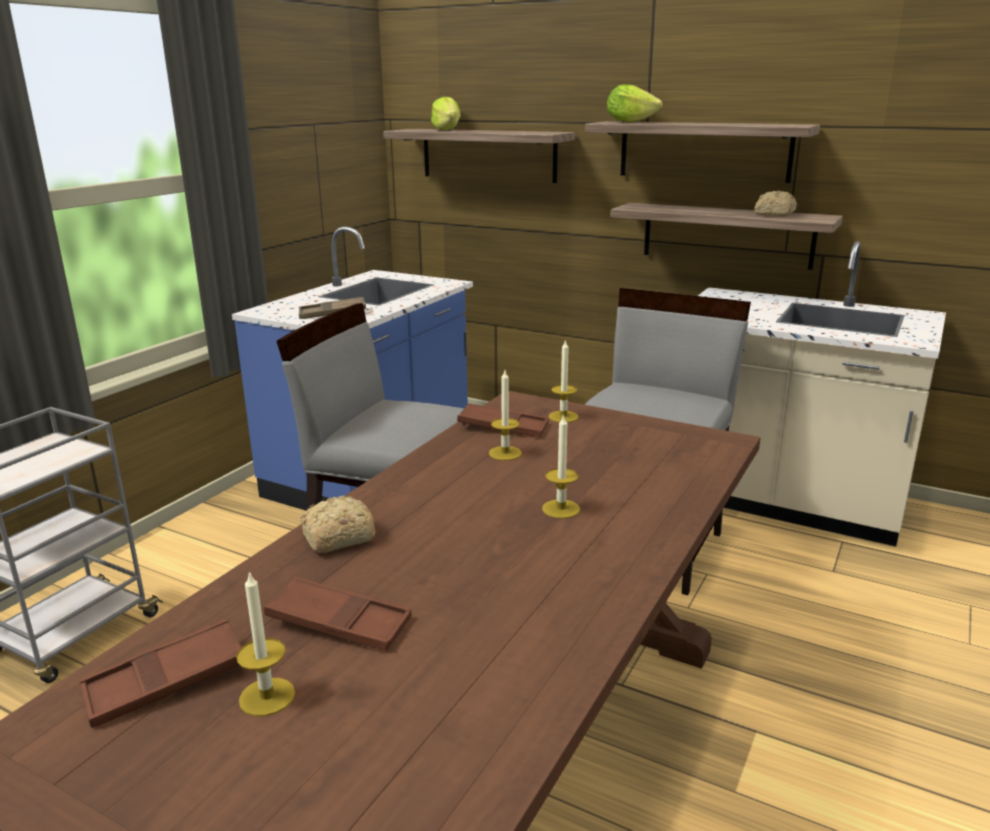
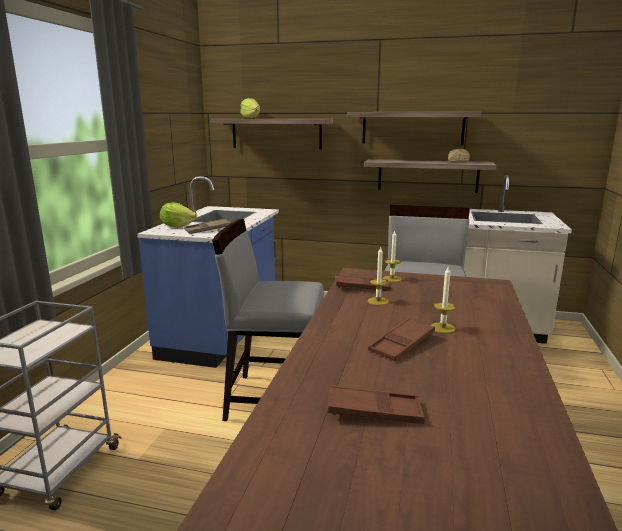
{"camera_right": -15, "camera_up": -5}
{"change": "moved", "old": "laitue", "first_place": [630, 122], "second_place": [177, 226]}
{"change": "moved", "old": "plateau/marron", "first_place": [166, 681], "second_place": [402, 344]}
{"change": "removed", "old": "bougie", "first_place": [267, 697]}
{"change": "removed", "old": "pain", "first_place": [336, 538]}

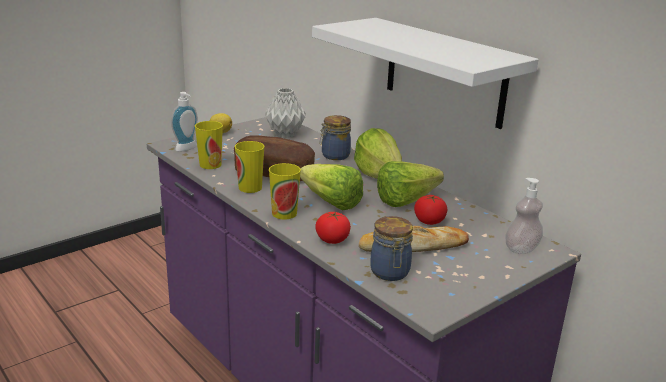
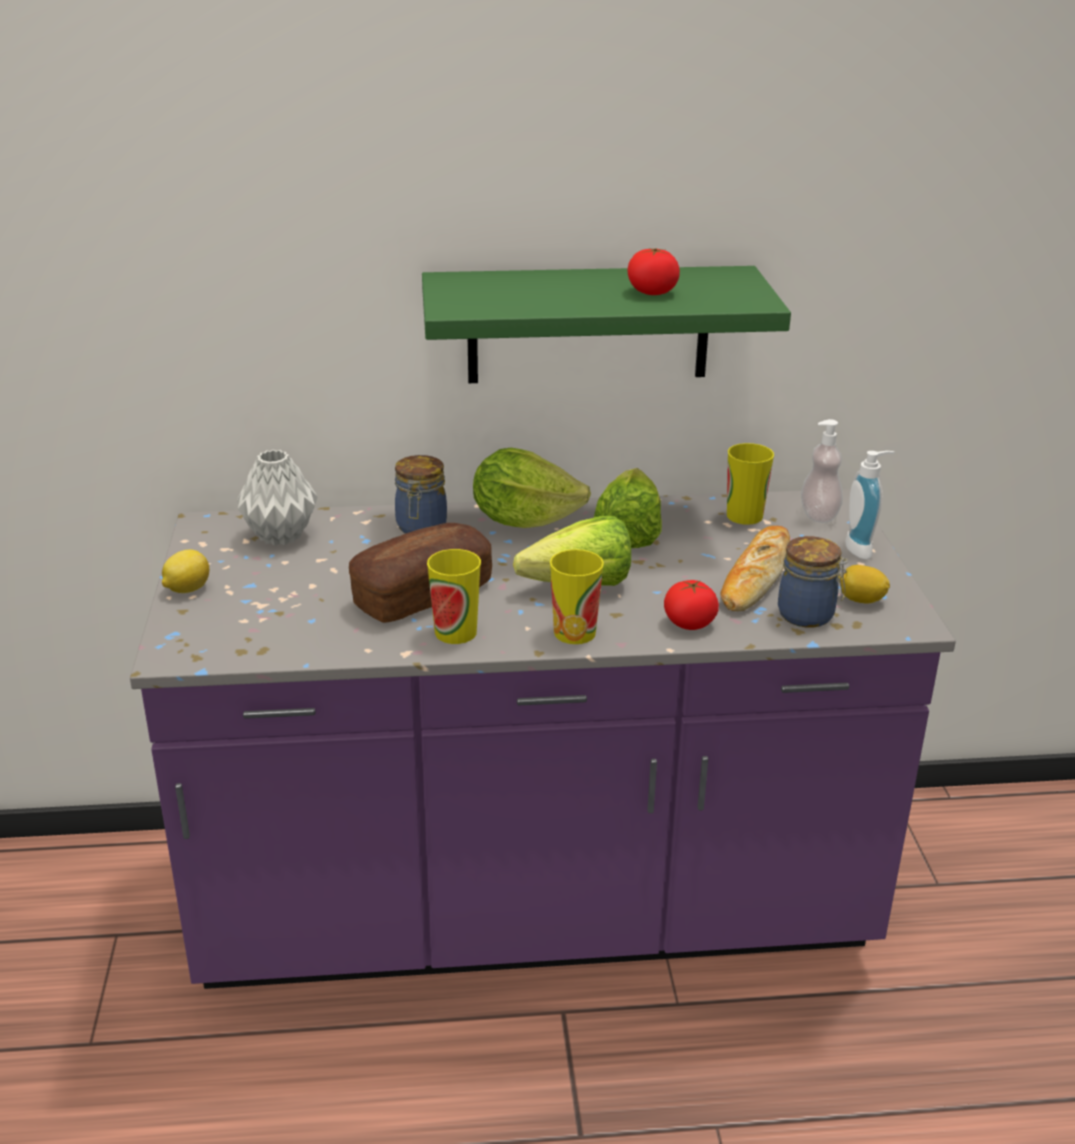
{"camera_right": -55, "camera_up": 5}
{"change": "recoloured", "old": "étagère/blanc", "new": "étagère/vert", "first_place": [444, 72], "second_place": [588, 324]}
{"change": "moved", "old": "tomate", "first_place": [429, 221], "second_place": [652, 292]}
{"change": "moved", "old": "tasse", "first_place": [210, 165], "second_place": [744, 516]}
{"change": "added", "new": "citron", "second_place": [860, 600]}
{"change": "moved", "old": "distributeur de savon", "first_place": [187, 149], "second_place": [863, 549]}

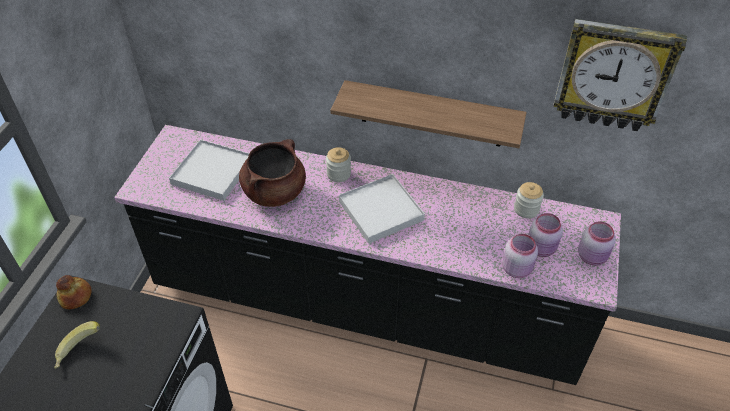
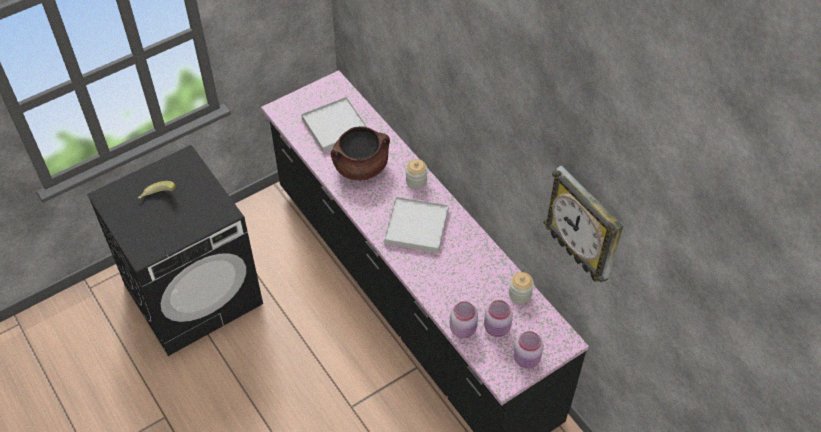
{"camera_right": 40, "camera_up": 5}
{"change": "removed", "old": "pain", "first_place": [76, 296]}
{"change": "removed", "old": "étagère", "first_place": [431, 114]}

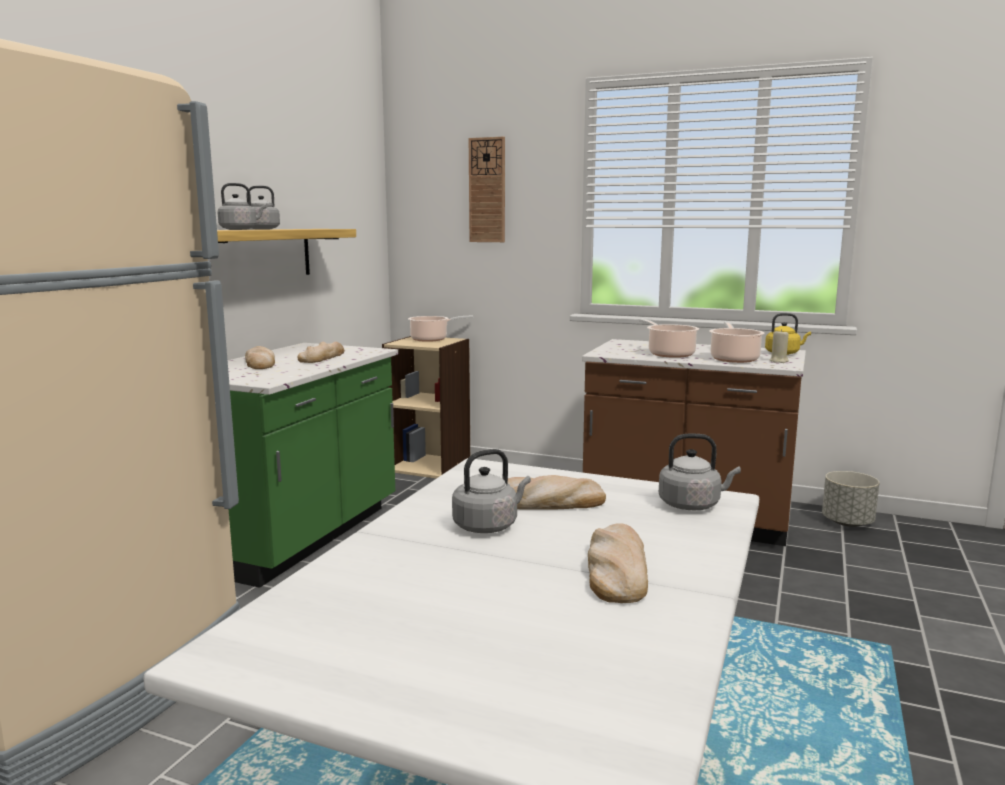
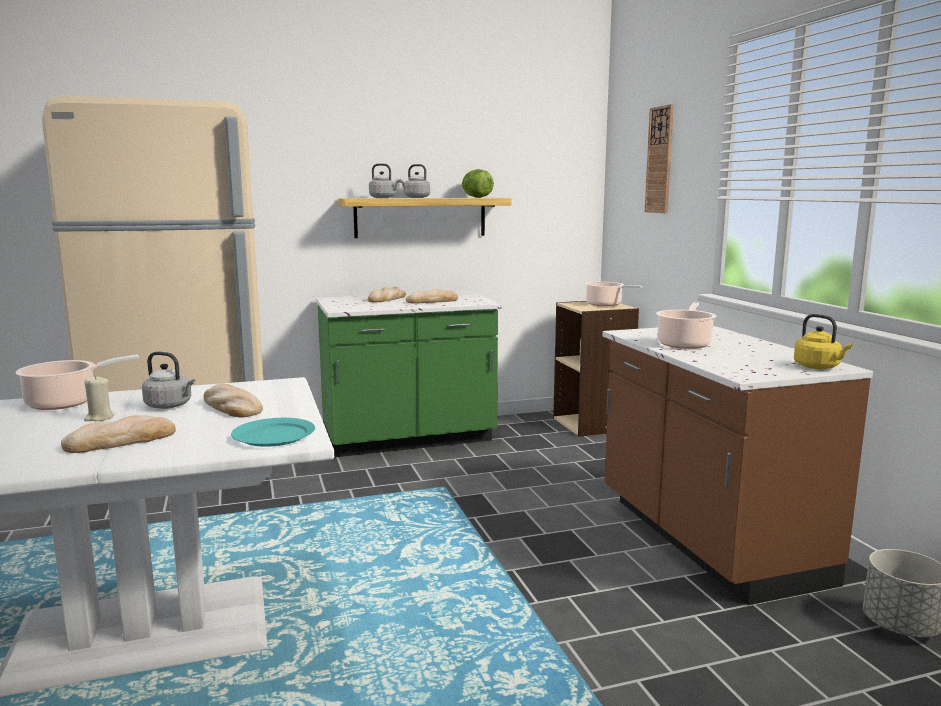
{"camera_right": 50, "camera_up": 0}
{"change": "moved", "old": "marmite", "first_place": [734, 359], "second_place": [66, 402]}
{"change": "moved", "old": "bougie/beige", "first_place": [779, 361], "second_place": [99, 418]}
{"change": "replaced", "old": "bouilloire/gris", "new": "assiette/turquoise", "first_place": [692, 505], "second_place": [274, 435]}
{"change": "added", "new": "laitue", "second_place": [476, 197]}

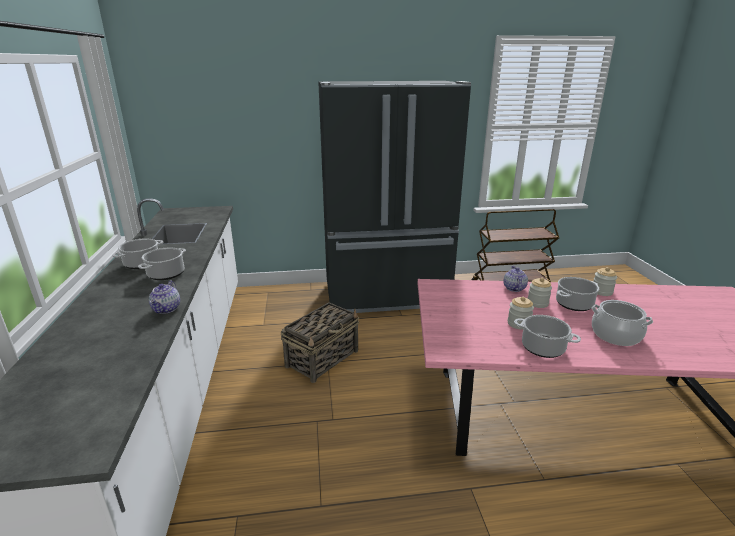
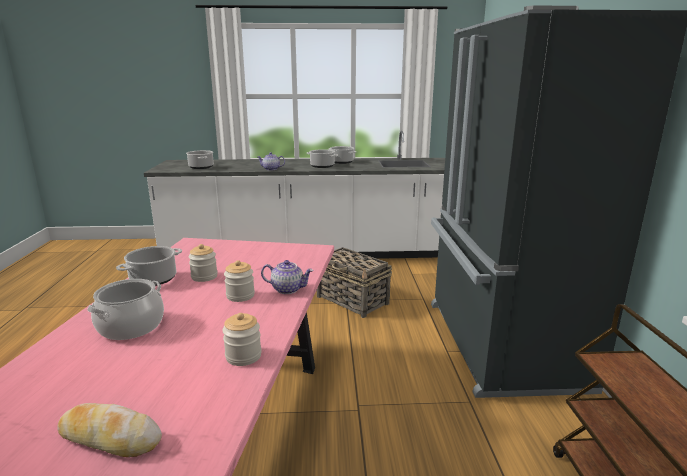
{"camera_right": 95, "camera_up": -5}
{"change": "added", "new": "pain", "second_place": [110, 438]}
{"change": "moved", "old": "marmite", "first_place": [574, 304], "second_place": [201, 167]}

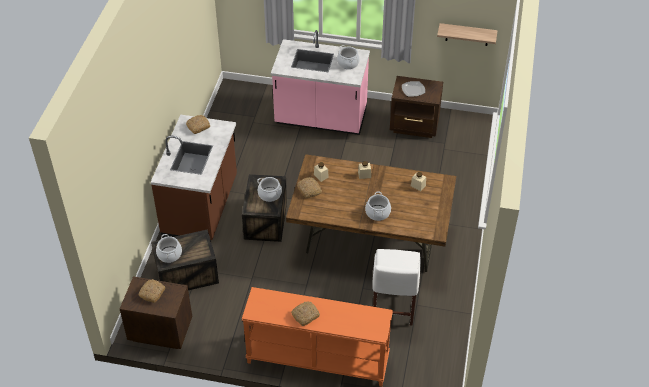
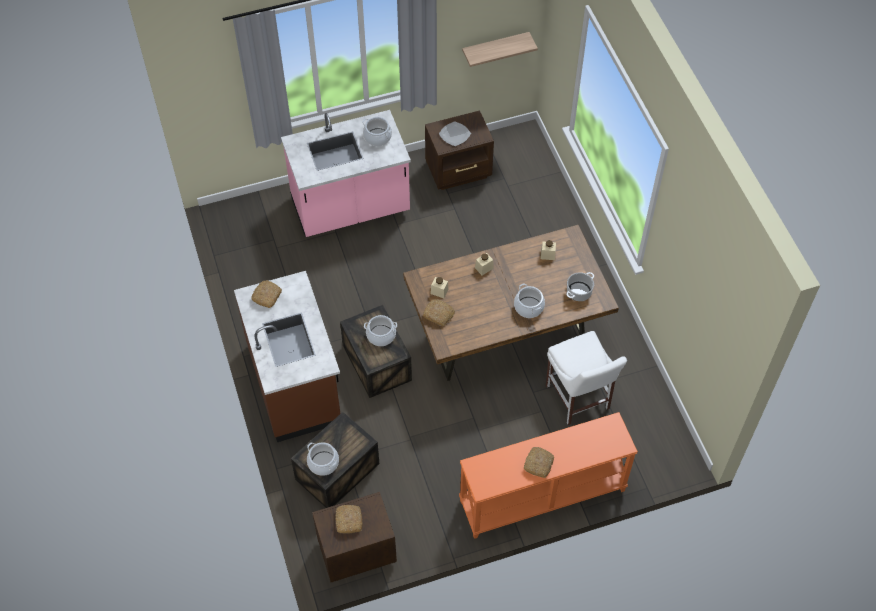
{"camera_right": -30, "camera_up": 10}
{"change": "added", "new": "marmite", "second_place": [579, 291]}

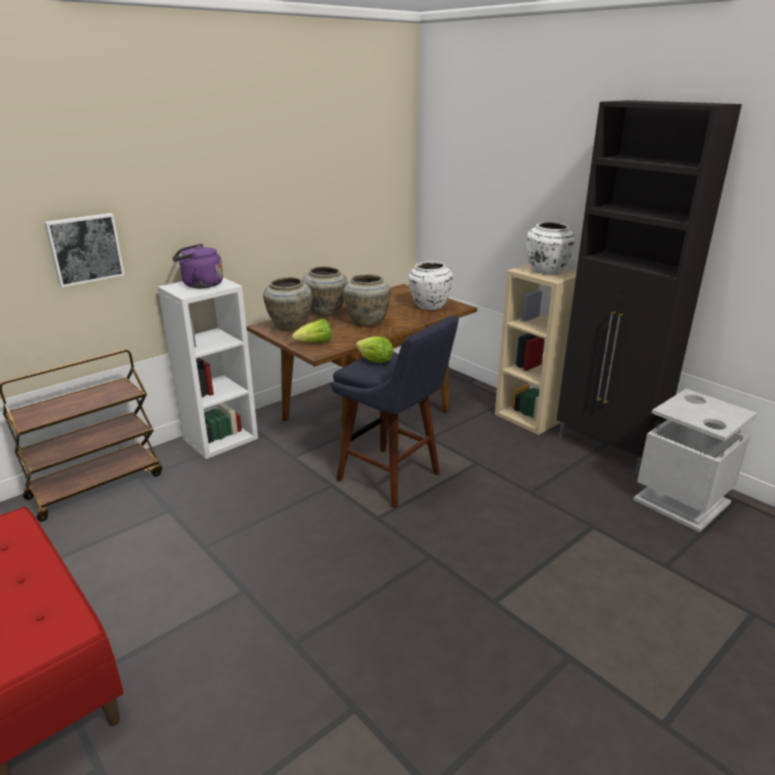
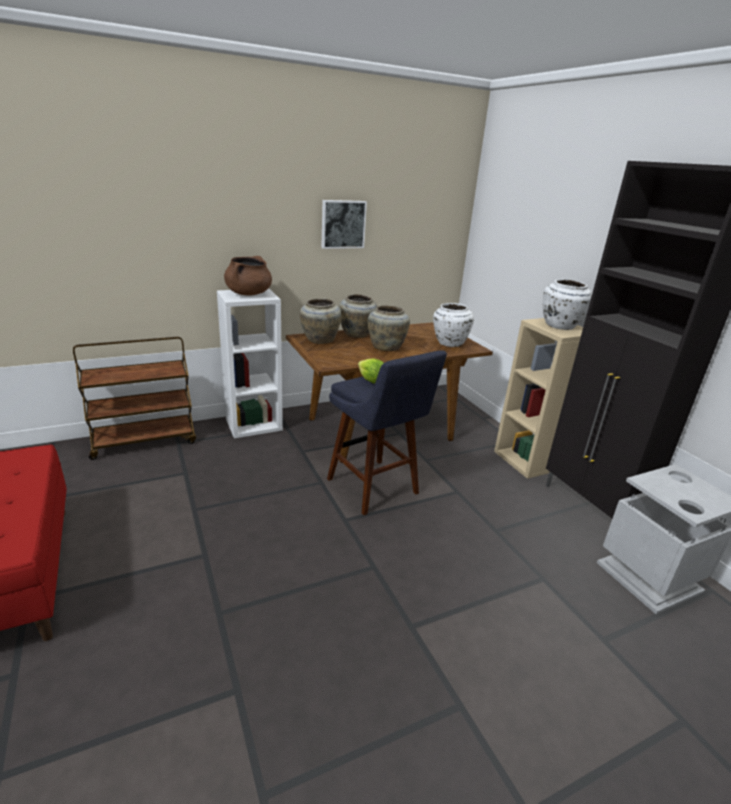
{"camera_right": 15, "camera_up": 0}
{"change": "replaced", "old": "bouilloire/violet", "new": "marmite/marron", "first_place": [200, 285], "second_place": [249, 294]}
{"change": "moved", "old": "tableau", "first_place": [85, 249], "second_place": [342, 224]}
{"change": "removed", "old": "laitue", "first_place": [314, 344]}

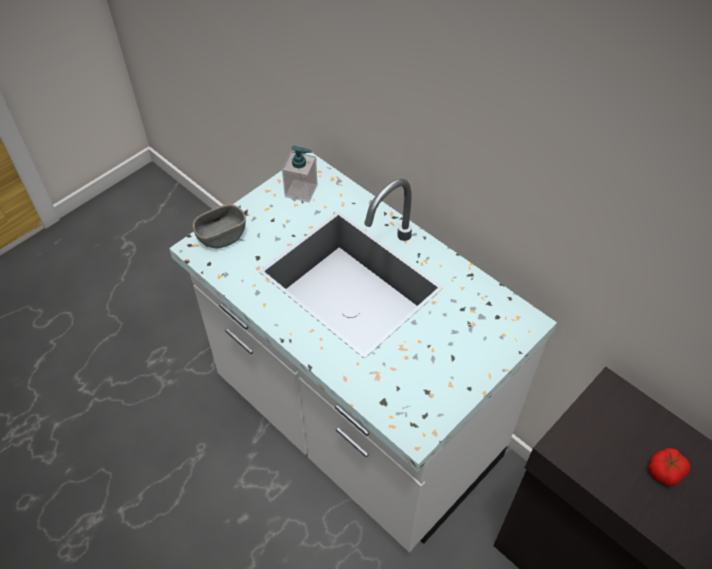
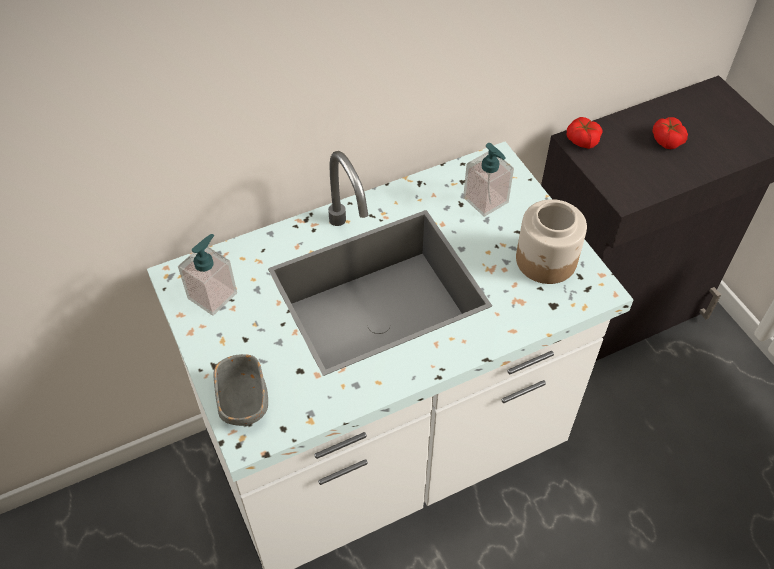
{"camera_right": -70, "camera_up": 0}
{"change": "added", "new": "distributeur de savon", "second_place": [486, 200]}
{"change": "added", "new": "bocal", "second_place": [546, 261]}
{"change": "added", "new": "tomate", "second_place": [582, 140]}

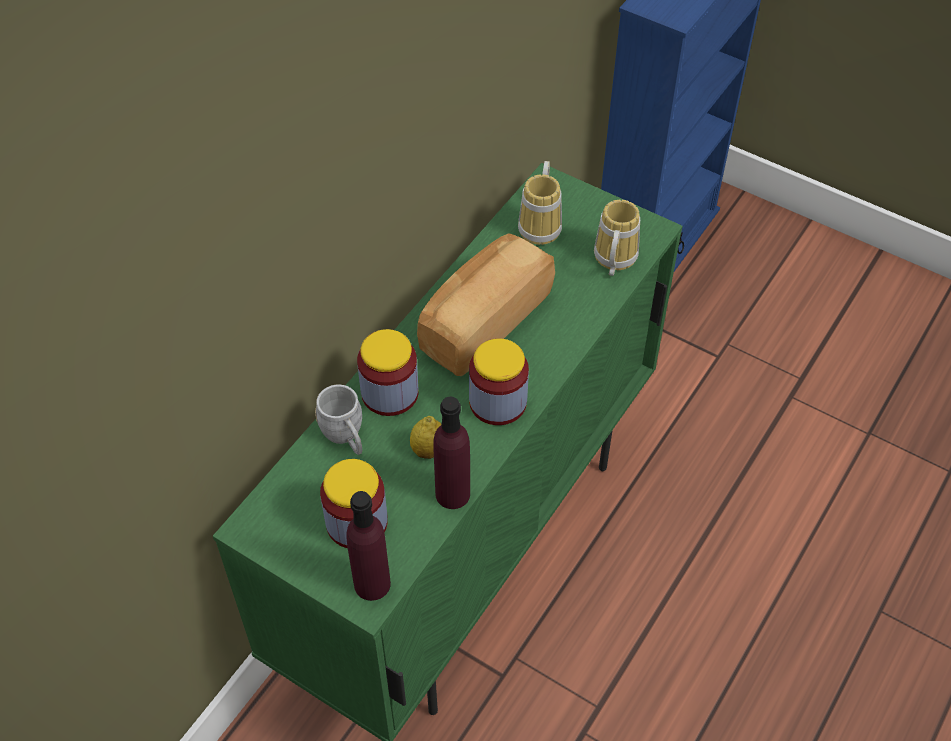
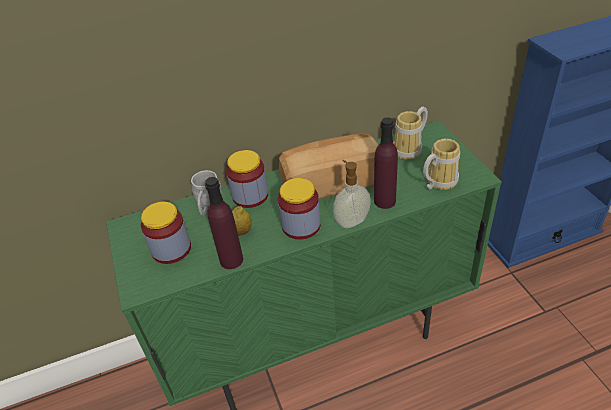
{"camera_right": 40, "camera_up": -10}
{"change": "added", "new": "distributeur de savon", "second_place": [351, 221]}
{"change": "moved", "old": "bouteille/violet", "first_place": [372, 584], "second_place": [384, 201]}

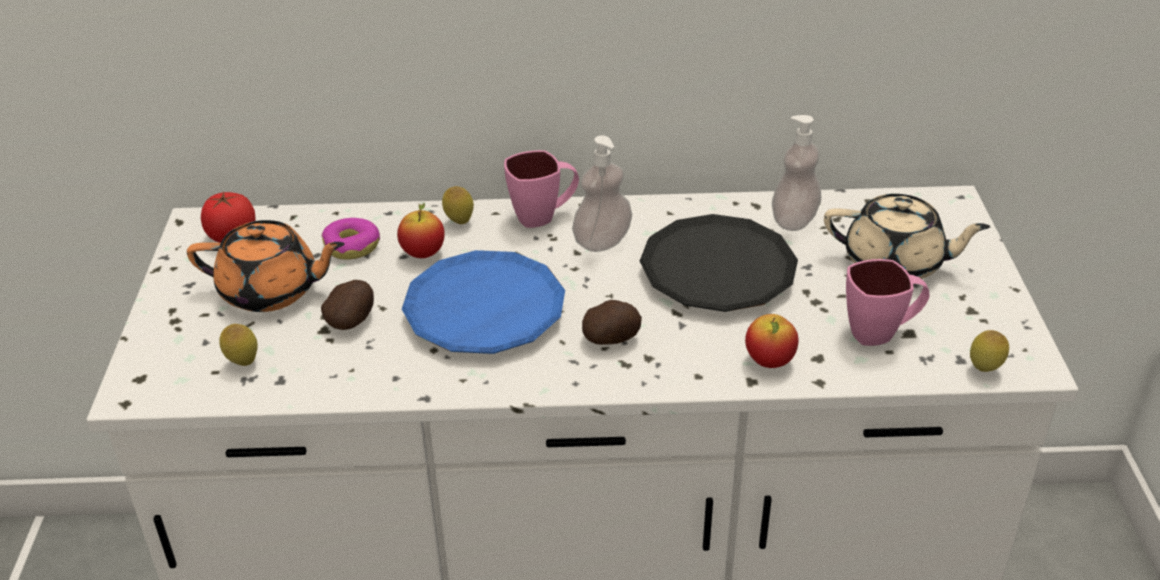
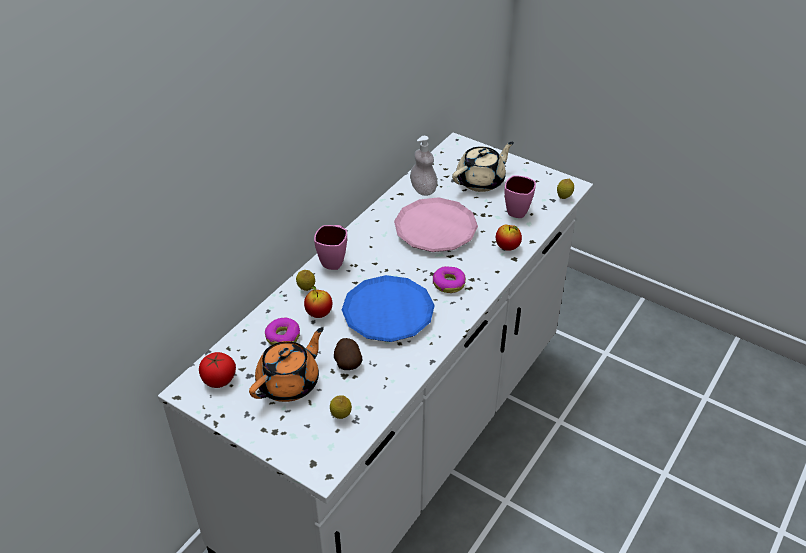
{"camera_right": -55, "camera_up": 5}
{"change": "recoloured", "old": "assiette/noir", "new": "assiette/rose", "first_place": [717, 272], "second_place": [435, 230]}
{"change": "replaced", "old": "pomme de terre", "new": "beignet", "first_place": [611, 339], "second_place": [449, 283]}
{"change": "removed", "old": "distributeur de savon", "first_place": [602, 241]}

